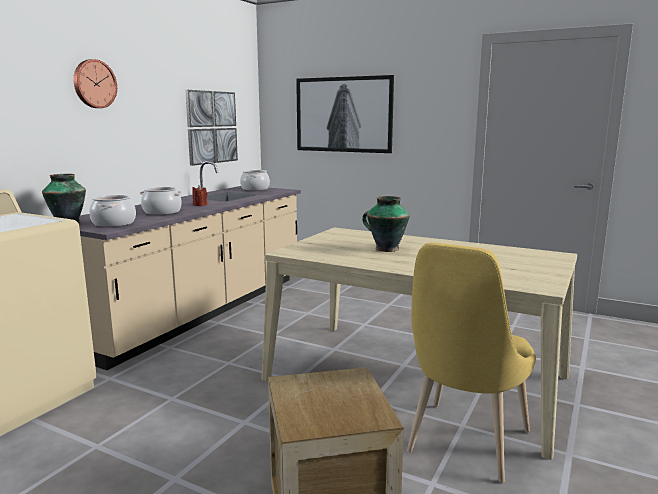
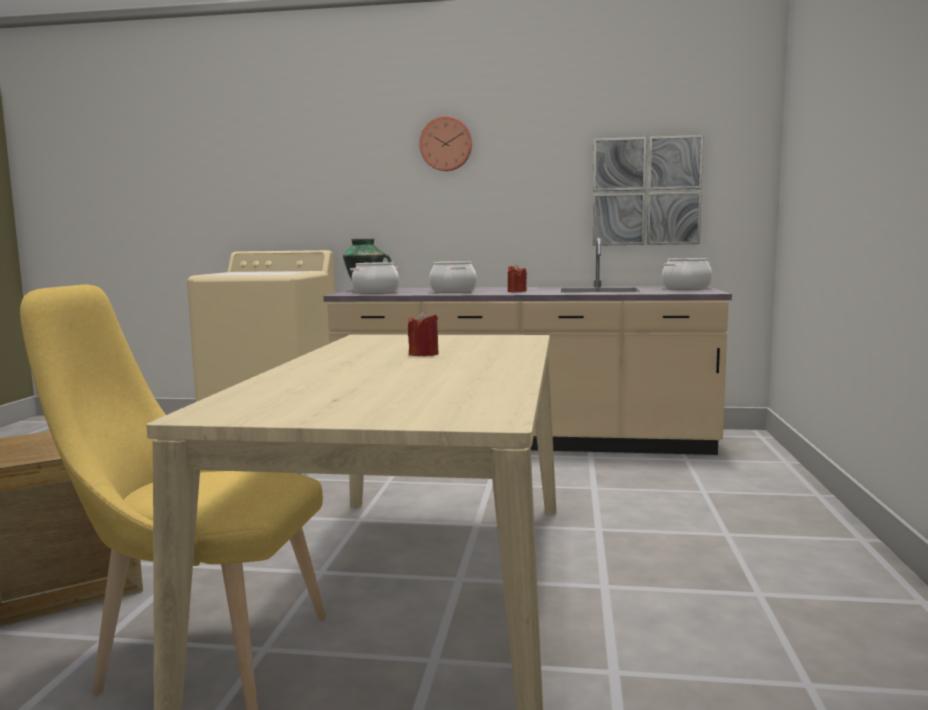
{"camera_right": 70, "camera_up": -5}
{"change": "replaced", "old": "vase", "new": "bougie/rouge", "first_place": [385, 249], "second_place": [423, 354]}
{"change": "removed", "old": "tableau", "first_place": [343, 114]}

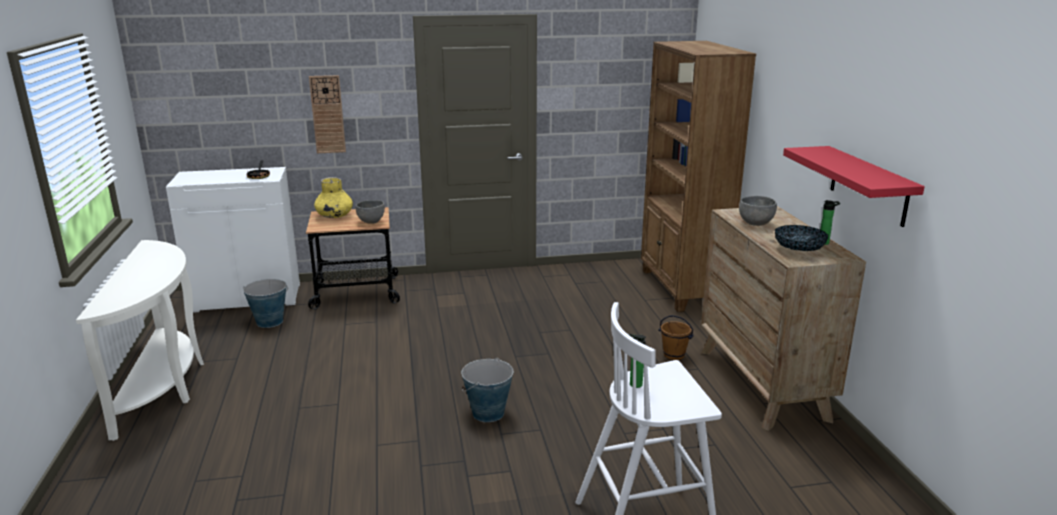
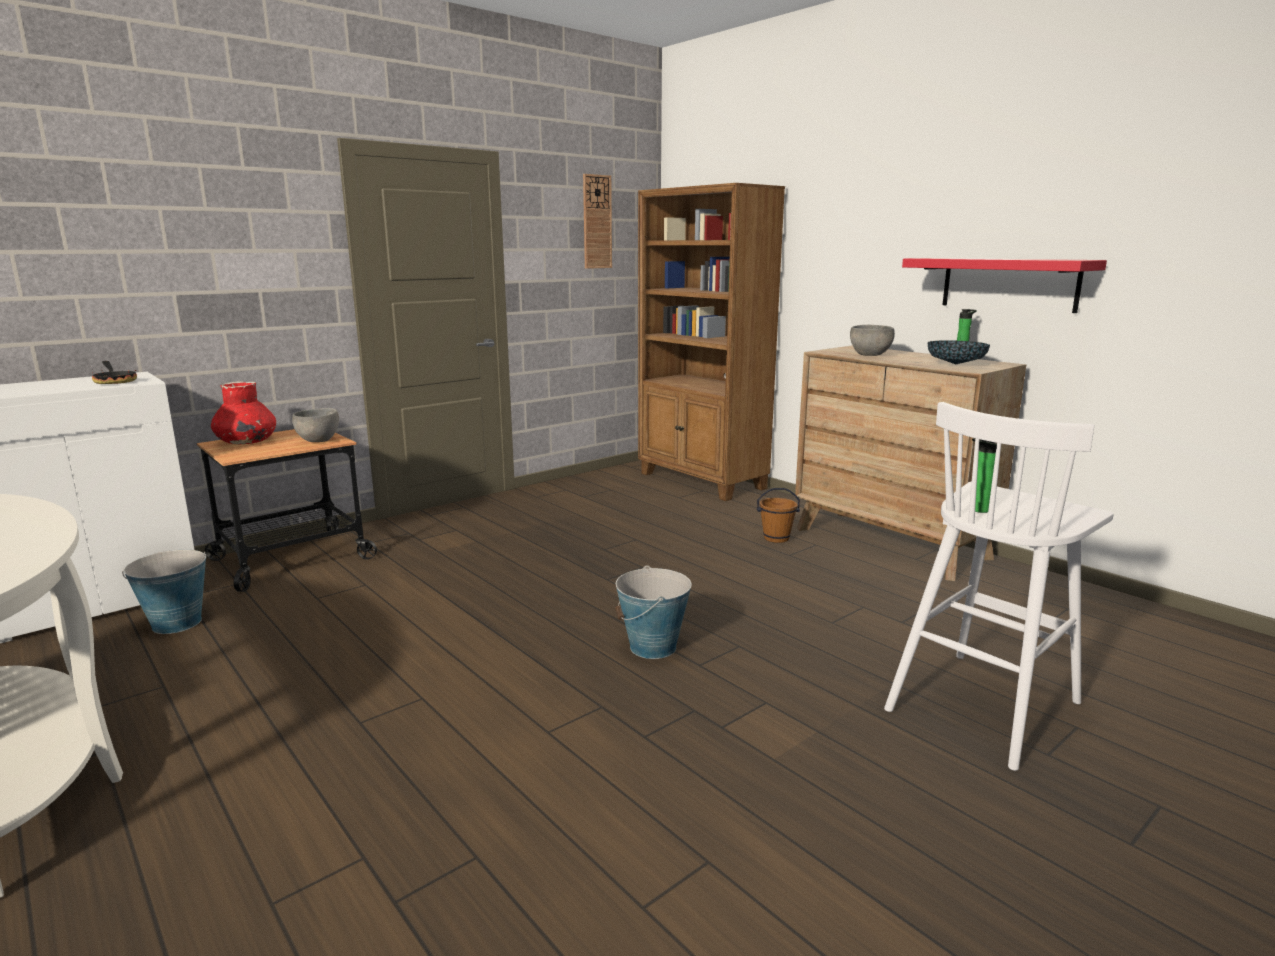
{"camera_right": -30, "camera_up": -5}
{"change": "recoloured", "old": "vase/jaune", "new": "vase/rouge", "first_place": [334, 216], "second_place": [246, 442]}
{"change": "moved", "old": "horloge murale", "first_place": [327, 114], "second_place": [597, 222]}

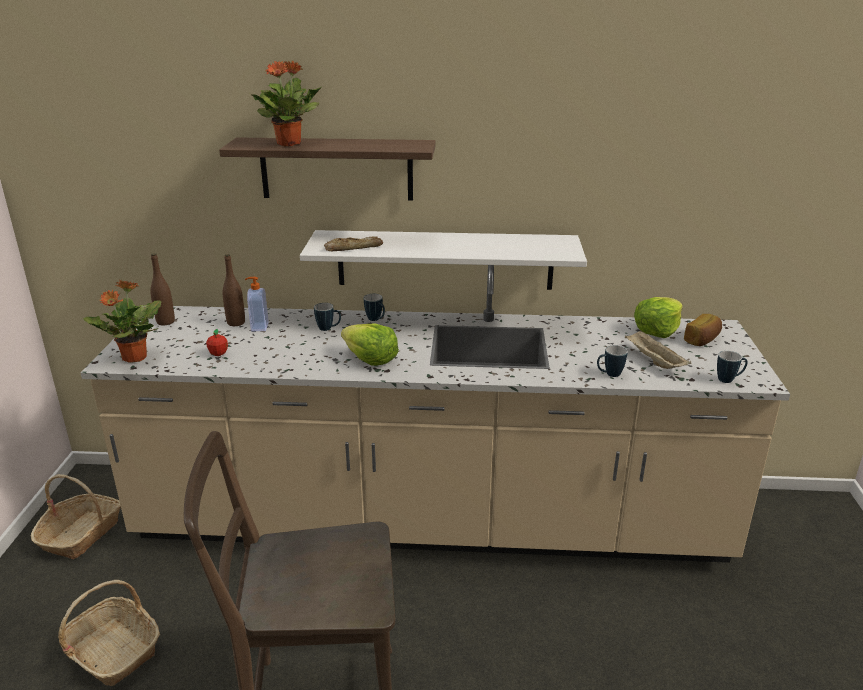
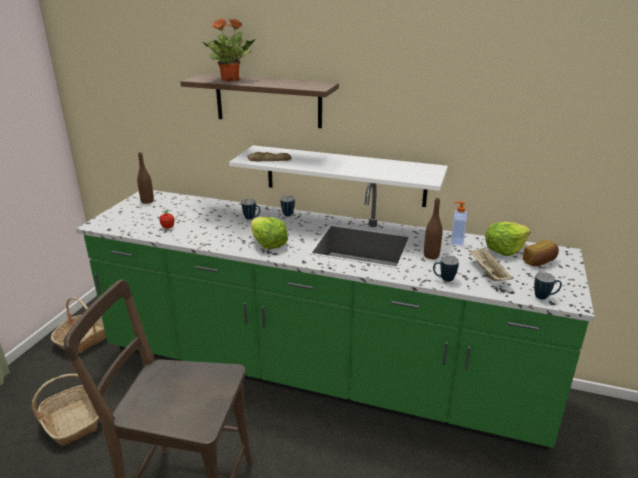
{"camera_right": 15, "camera_up": 0}
{"change": "recoloured", "old": "comptoir de cuisine/beige", "new": "comptoir de cuisine/vert", "first_place": [431, 522], "second_place": [319, 373]}
{"change": "moved", "old": "bouteille/marron", "first_place": [236, 323], "second_place": [431, 255]}
{"change": "moved", "old": "distributeur de savon", "first_place": [259, 327], "second_place": [456, 242]}
{"change": "removed", "old": "plante en pot", "first_place": [133, 358]}

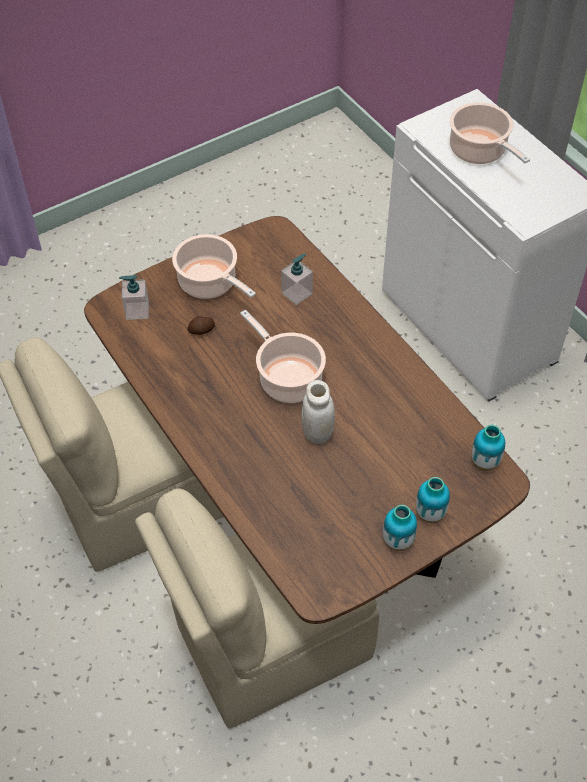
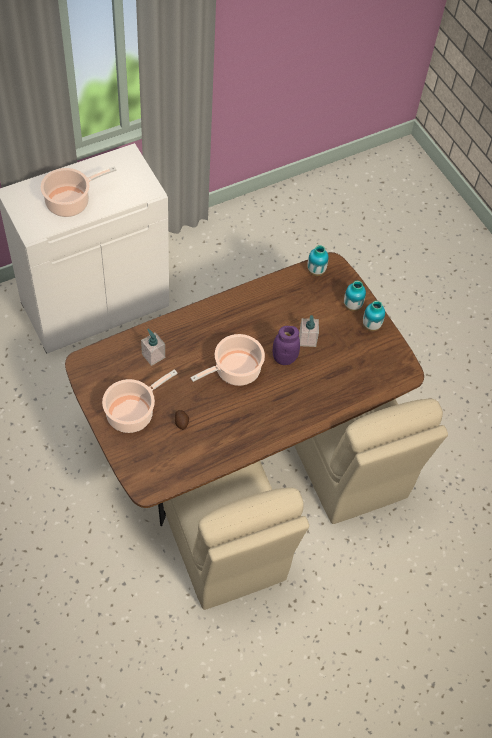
{"camera_right": -90, "camera_up": 5}
{"change": "recoloured", "old": "bocal/blanc", "new": "bocal/violet", "first_place": [317, 433], "second_place": [284, 358]}
{"change": "moved", "old": "distributeur de savon", "first_place": [137, 311], "second_place": [307, 339]}

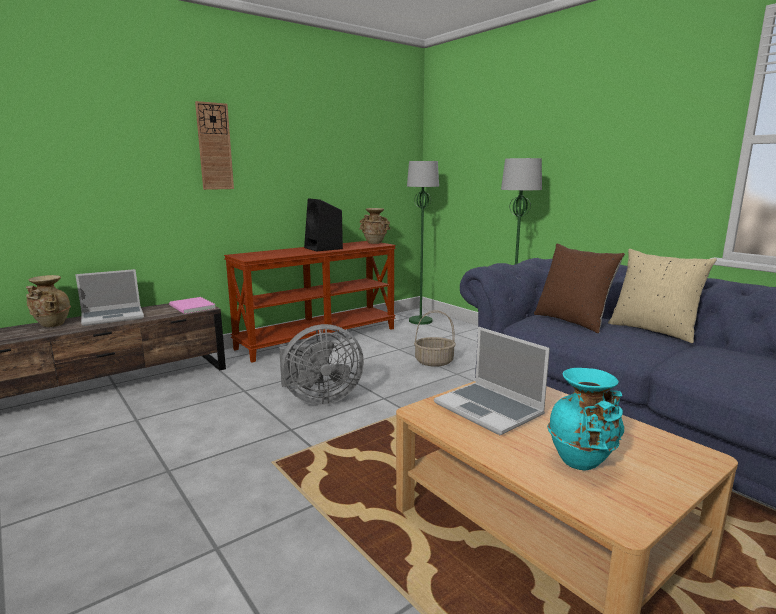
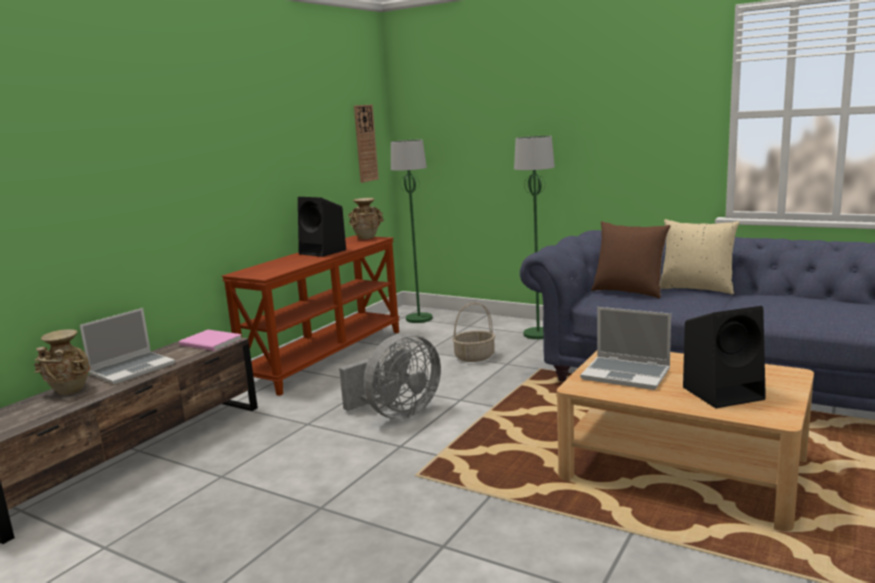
{"camera_right": -20, "camera_up": 0}
{"change": "moved", "old": "horloge murale", "first_place": [214, 146], "second_place": [365, 143]}
{"change": "replaced", "old": "vase/turquoise", "new": "enceinte/noir", "first_place": [583, 461], "second_place": [724, 393]}

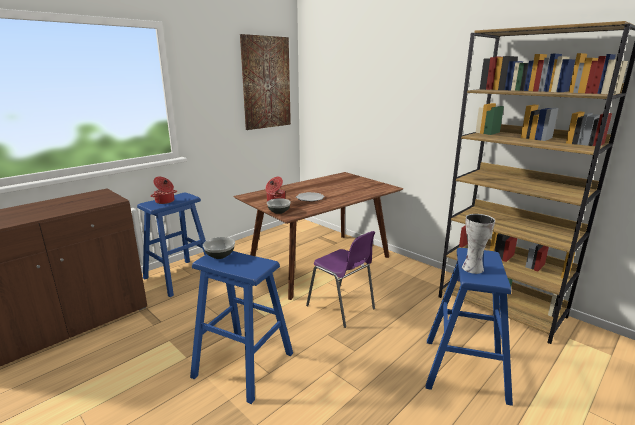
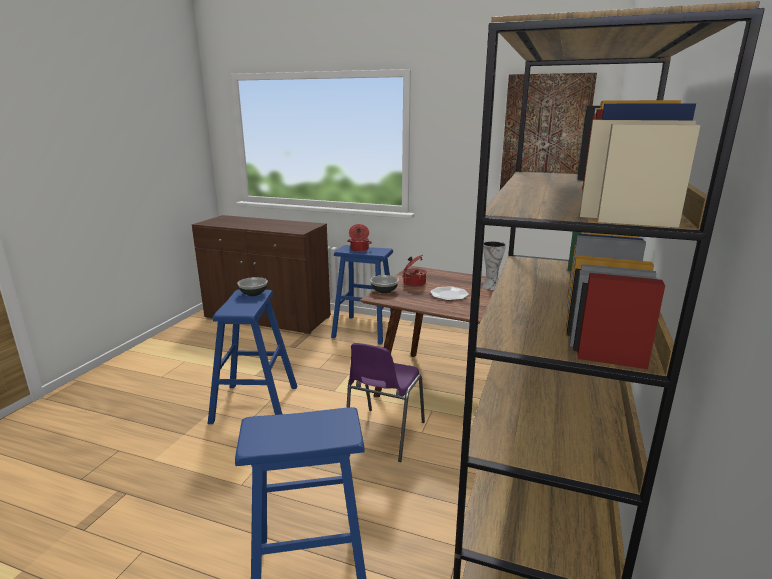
{"camera_right": 65, "camera_up": 0}
{"change": "moved", "old": "vase", "first_place": [471, 268], "second_place": [490, 286]}

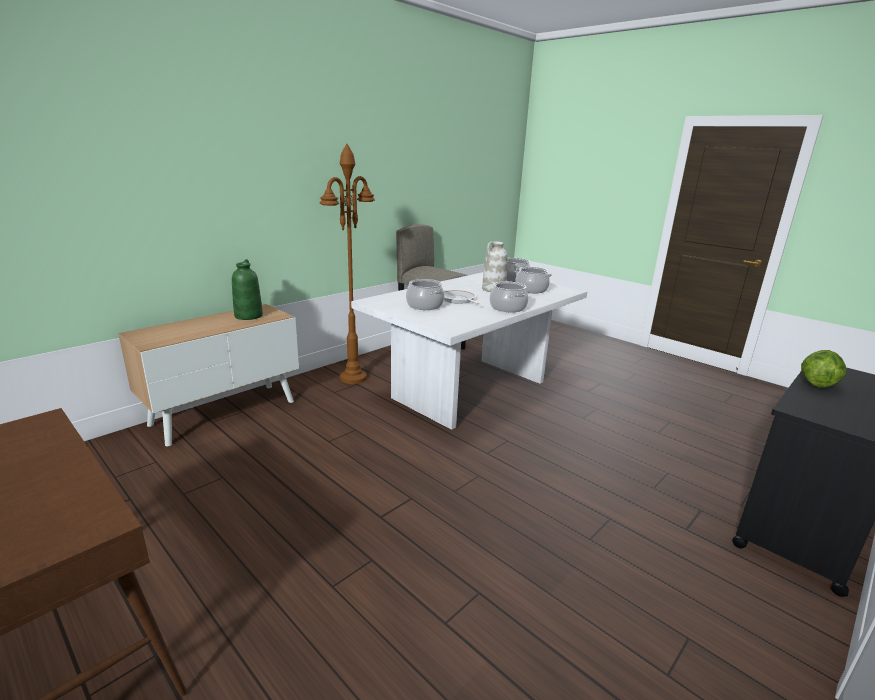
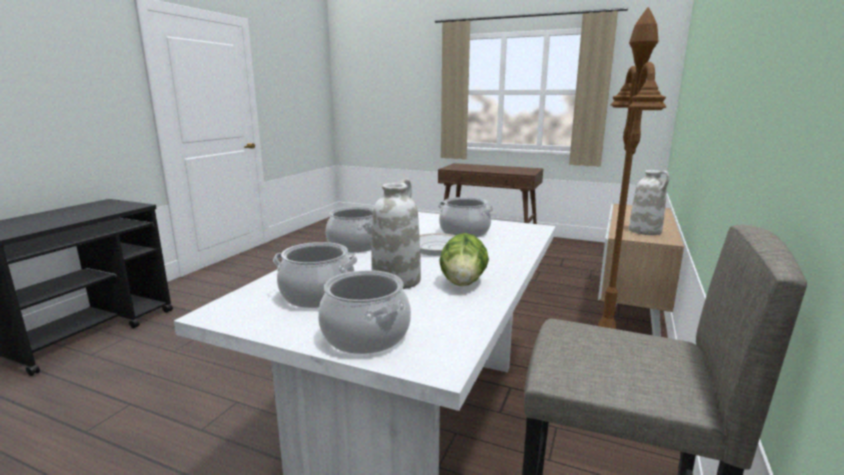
{"camera_right": 160, "camera_up": -5}
{"change": "moved", "old": "laitue", "first_place": [816, 384], "second_place": [463, 283]}
{"change": "recoloured", "old": "vase/vert", "new": "vase/blanc", "first_place": [248, 315], "second_place": [645, 231]}

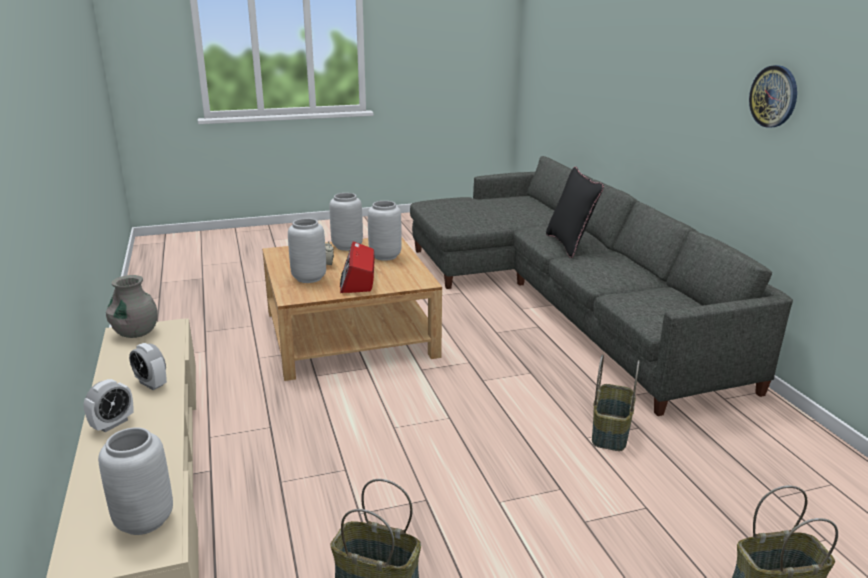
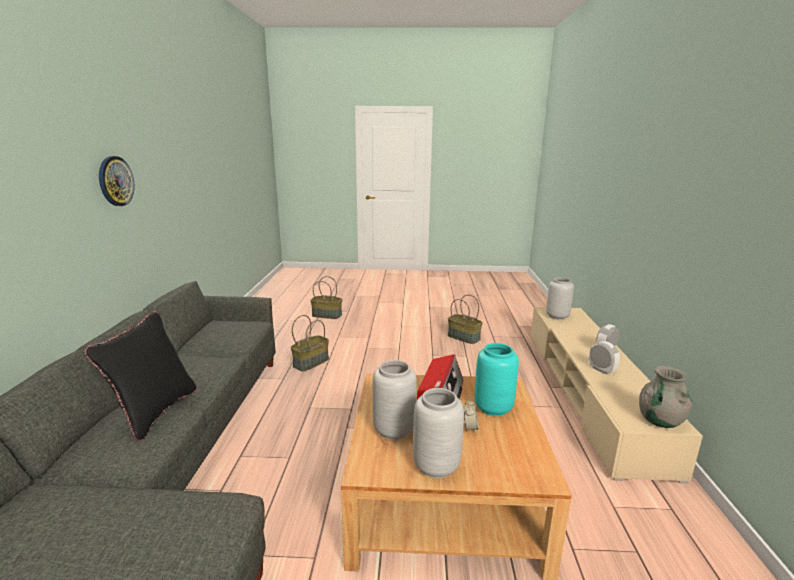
{"camera_right": -160, "camera_up": -5}
{"change": "recoloured", "old": "vase/gris", "new": "vase/turquoise", "first_place": [308, 278], "second_place": [494, 408]}

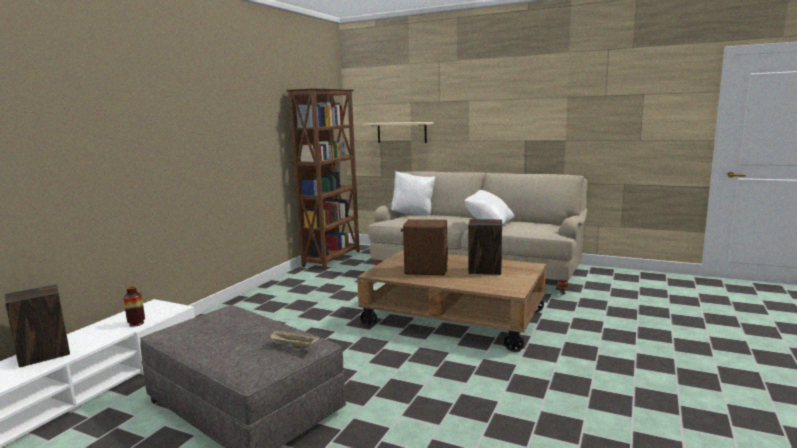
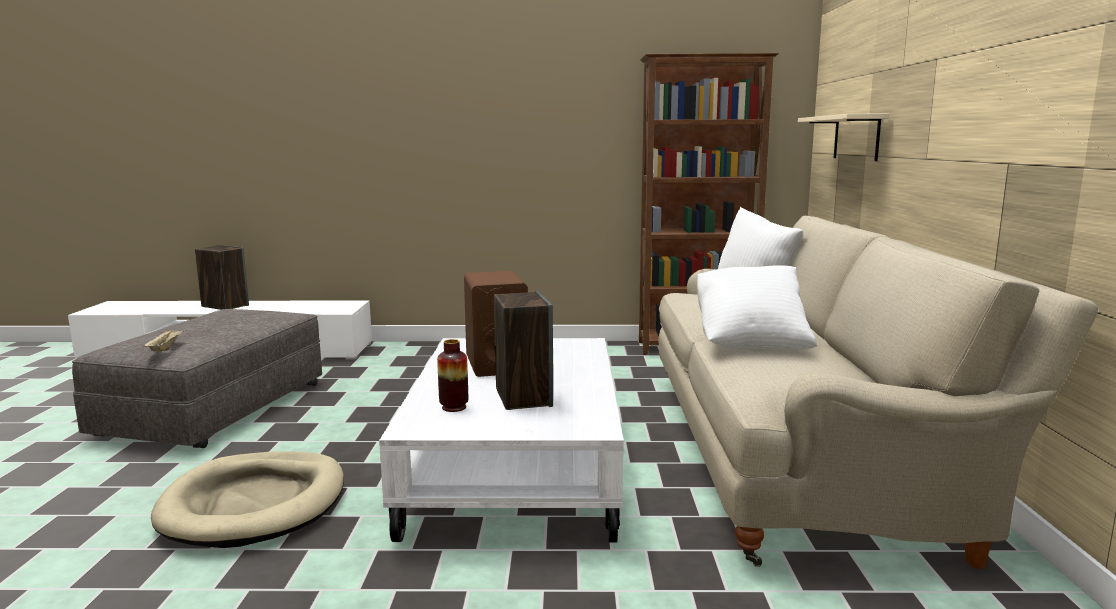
{"camera_right": 65, "camera_up": 0}
{"change": "added", "new": "panier pour chien/beige", "second_place": [255, 504]}
{"change": "recoloured", "old": "table basse/marron", "new": "table basse/blanc", "first_place": [454, 318], "second_place": [517, 468]}
{"change": "moved", "old": "vase", "first_place": [136, 323], "second_place": [454, 407]}

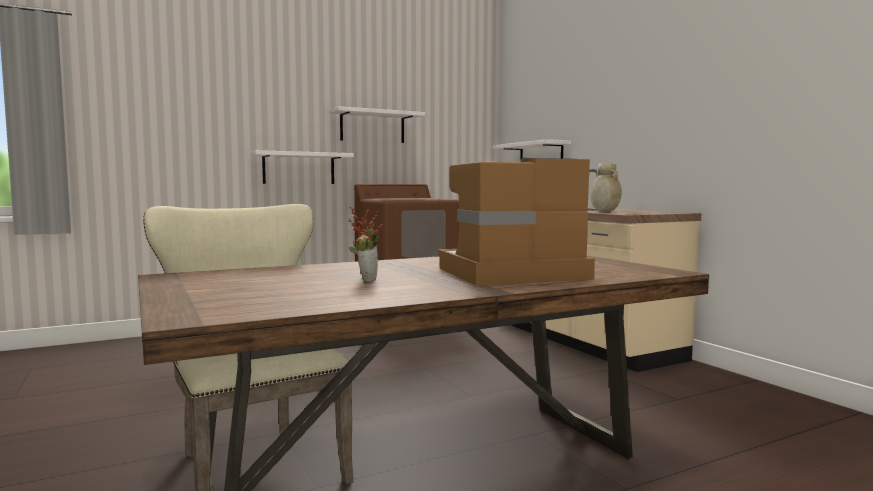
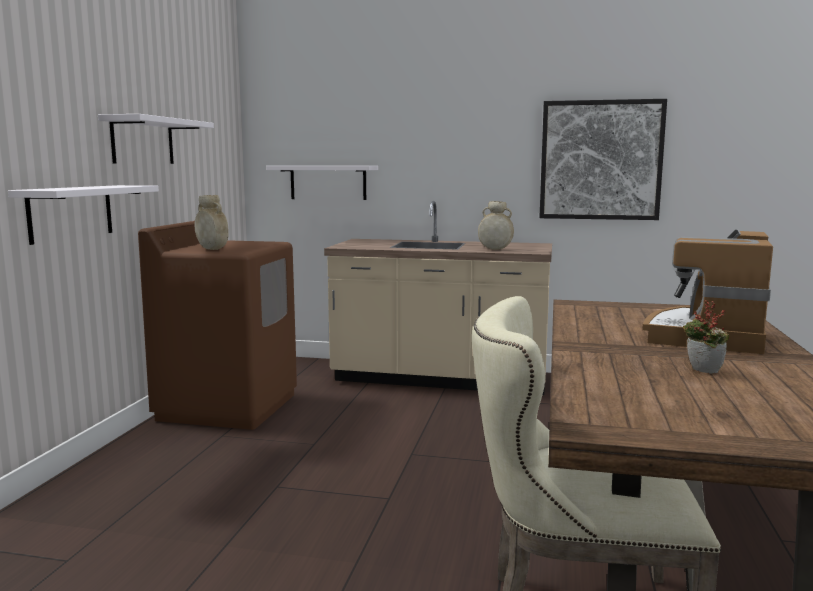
{"camera_right": -50, "camera_up": 5}
{"change": "added", "new": "vase/beige", "second_place": [213, 249]}
{"change": "added", "new": "tableau", "second_place": [600, 160]}

